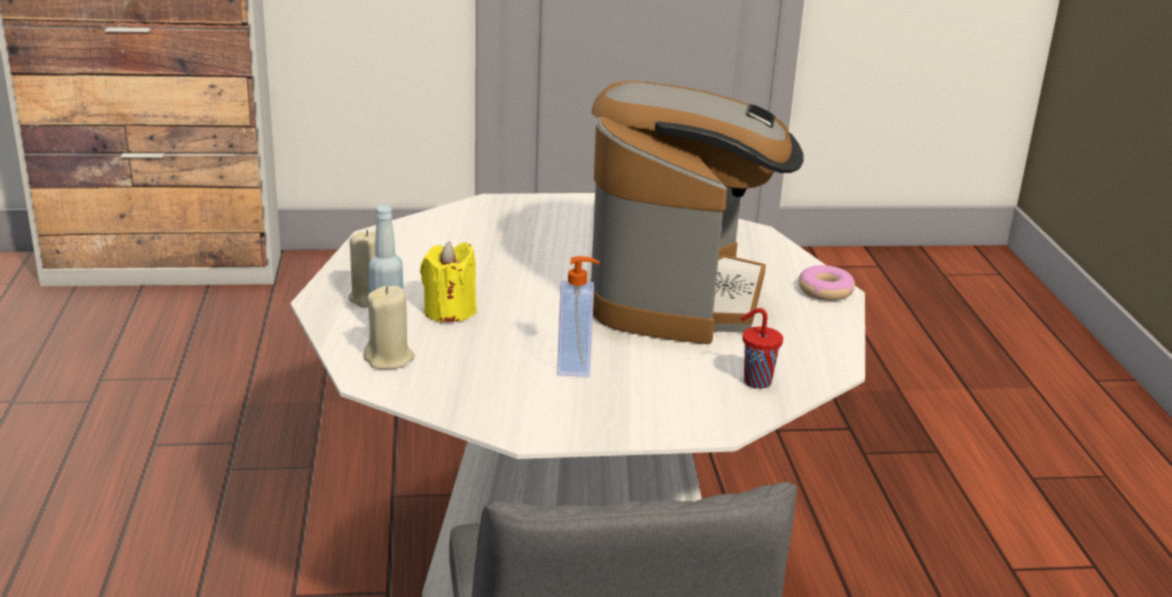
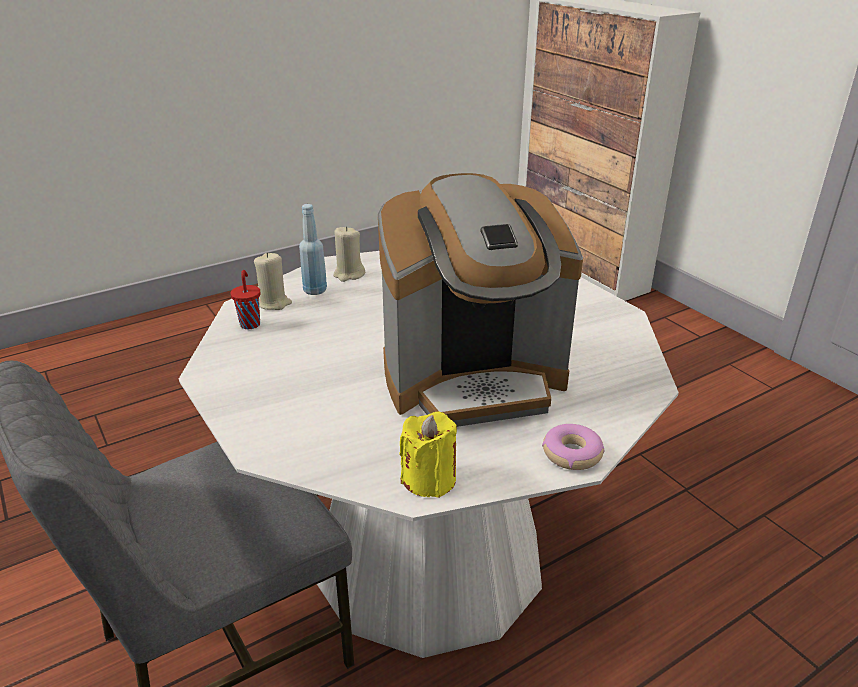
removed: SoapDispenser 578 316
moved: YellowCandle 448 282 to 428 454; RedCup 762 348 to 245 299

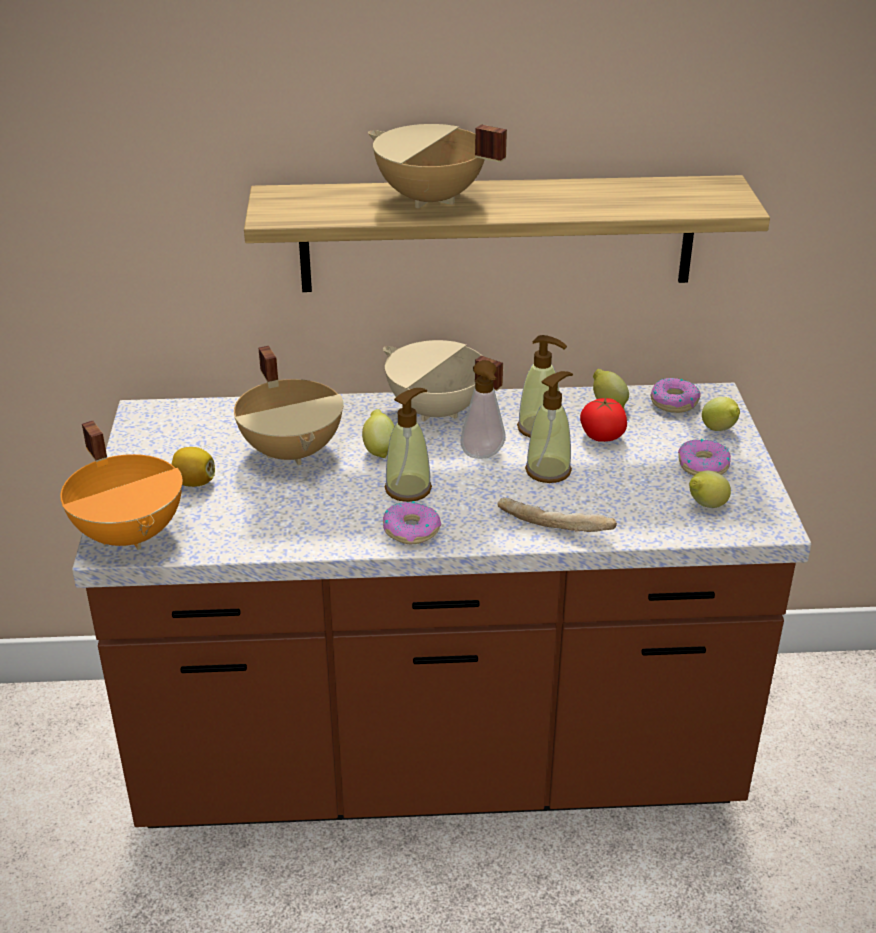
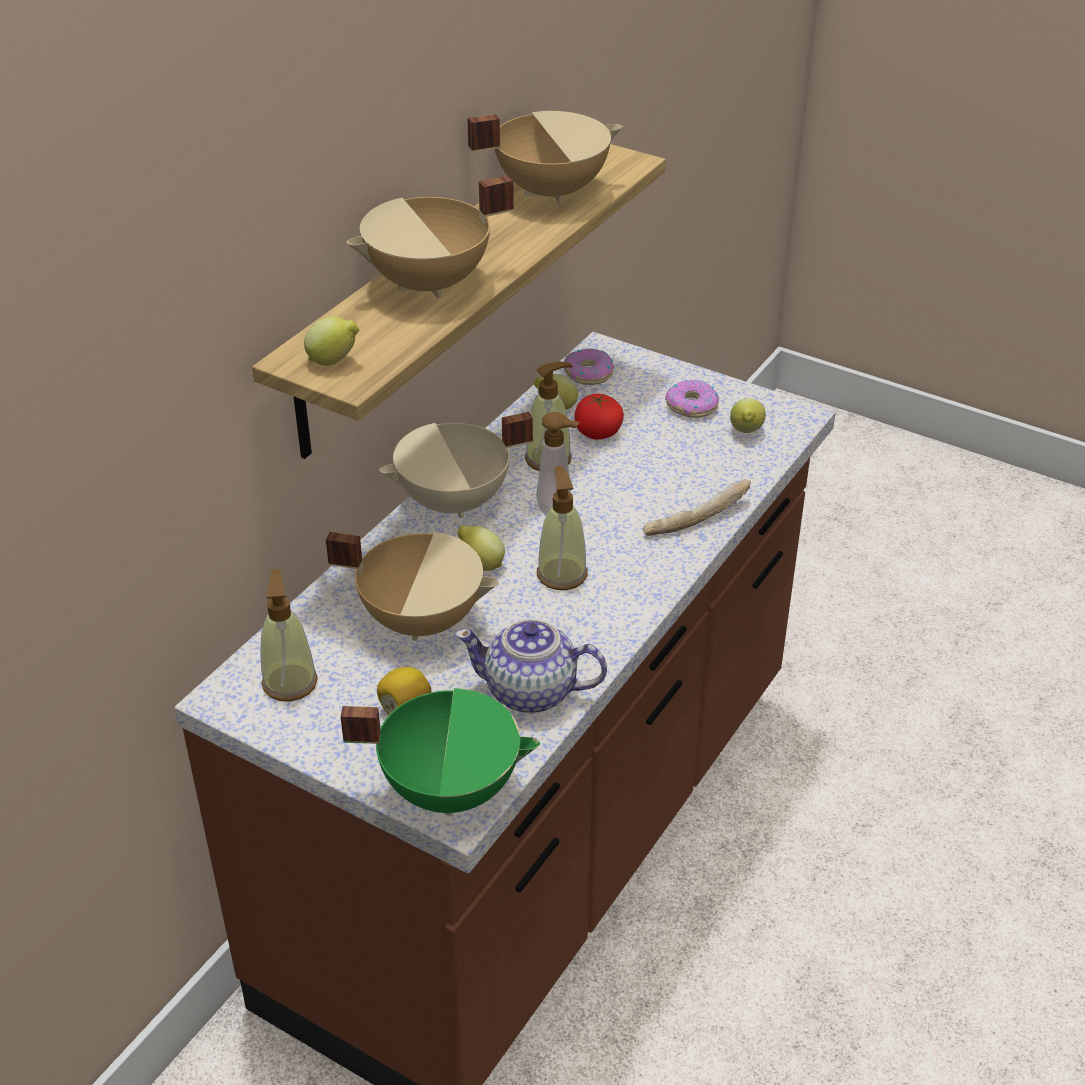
removed: Donut 412 522
added: Teapot 531 666; BeigeCookingPot 544 157
moved: SoapDispenser 549 427 to 289 635; Lemon 721 414 to 331 341
recoloured: OrangeCookingPot 121 485 to GreenCookingPot 440 751

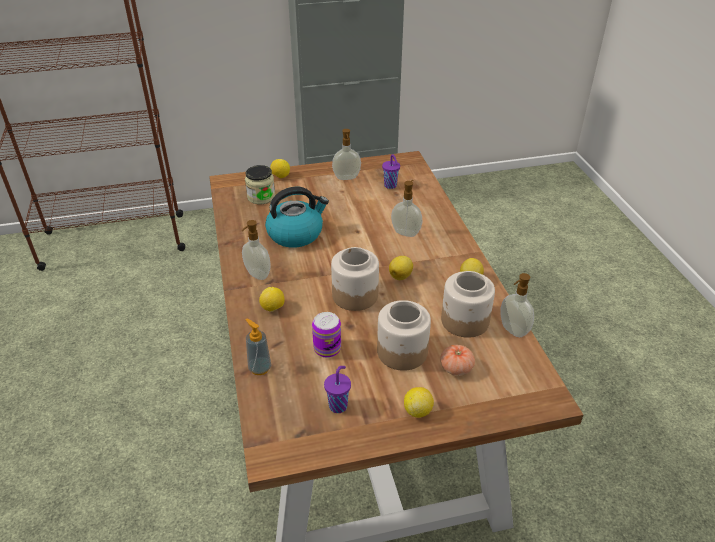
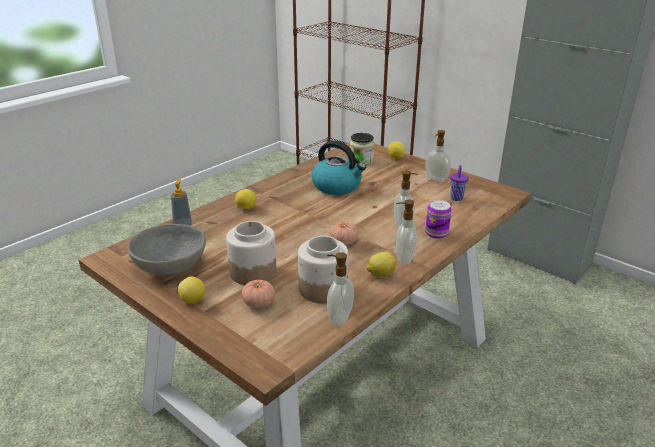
removed: Jar 355 279
moved: SoapDispenser 256 250 to 406 231; Can 326 335 to 438 219
replaced: PurpleCup 337 389 to GreyBowl 166 249; Lemon 401 268 to Tomato 344 233

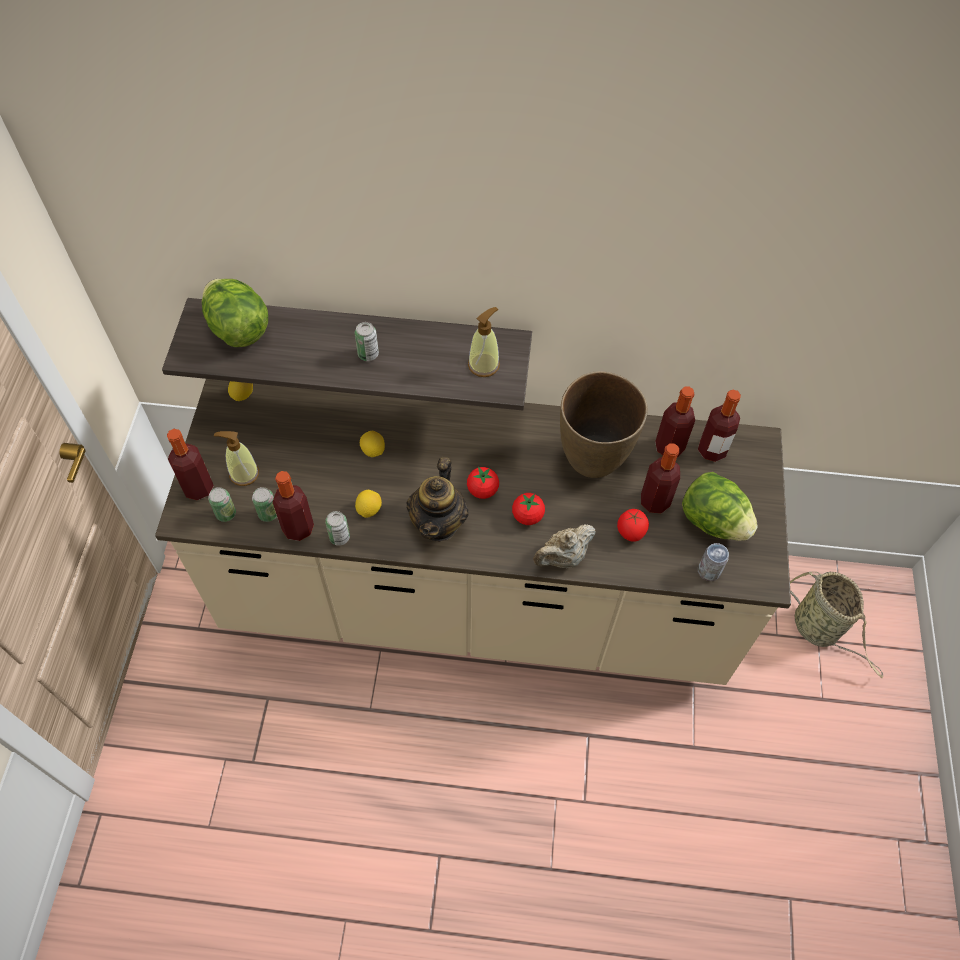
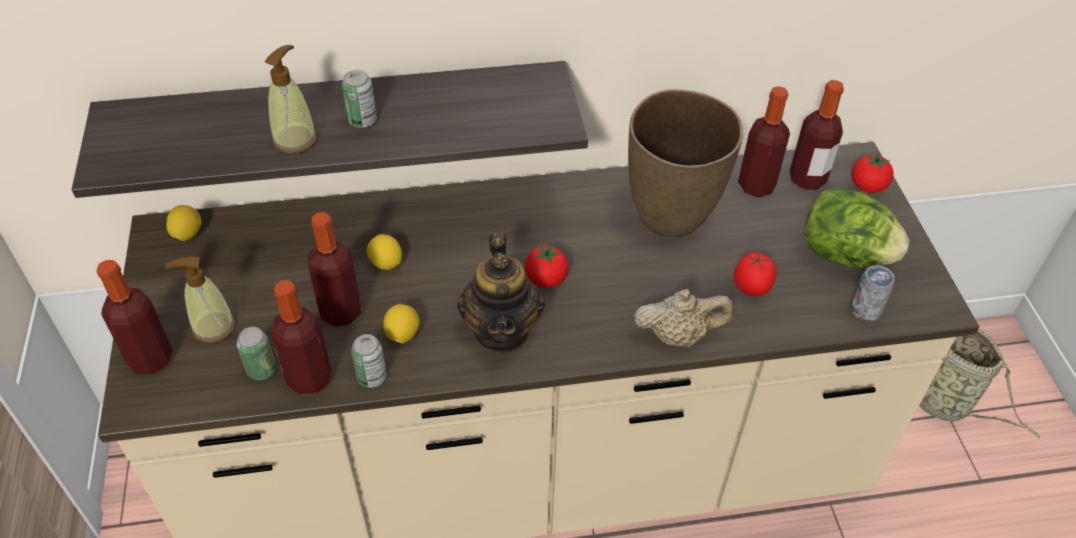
removed: Lettuce 235 313; Can 222 504
moved: SoapDispenser 484 342 to 291 99; Tomato 528 509 to 873 172; Bottle 660 478 to 335 269
turned: BeigeTeapot 564 546 = 684 318 135 degrees counterclockwise

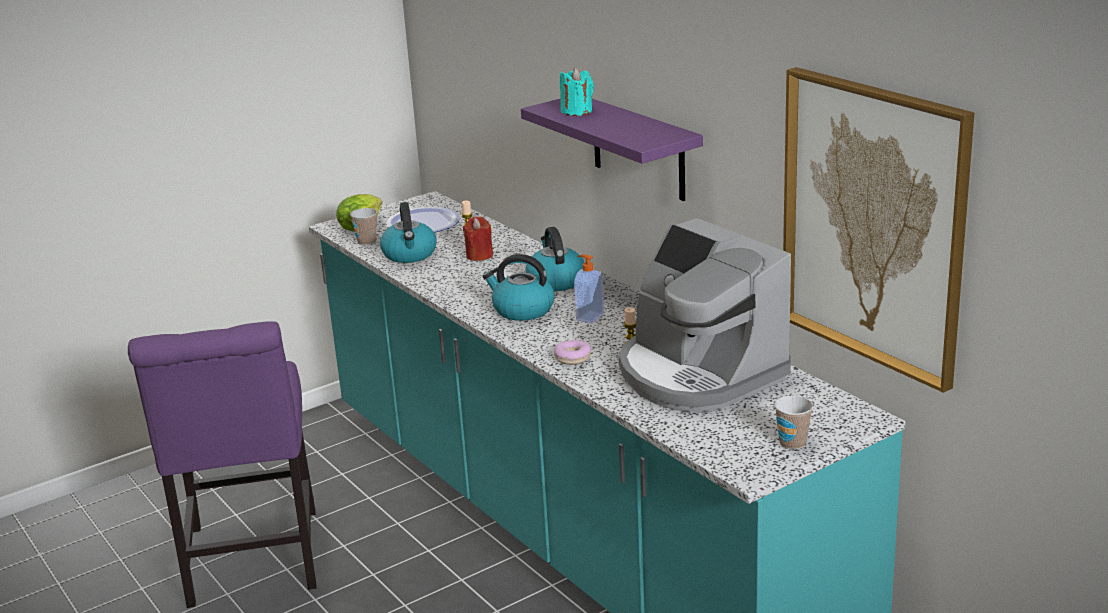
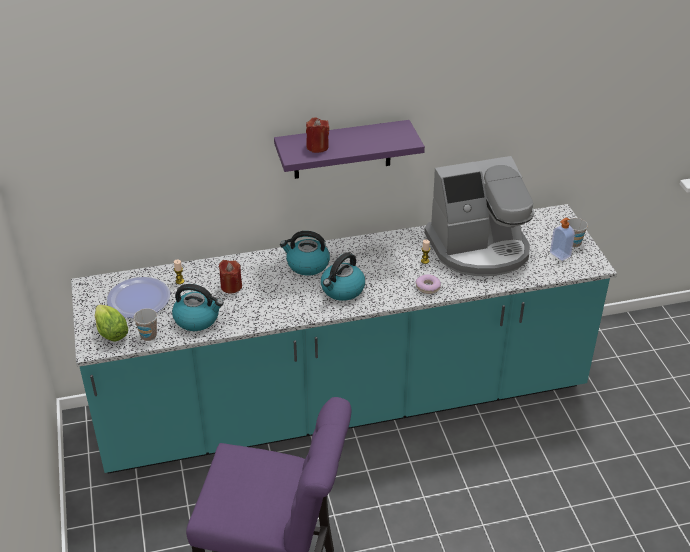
removed: Picture 878 230
moved: SoapDispenser 589 289 to 562 239
recoloured: TurquoiseCandle 577 92 to RedCandle 317 135

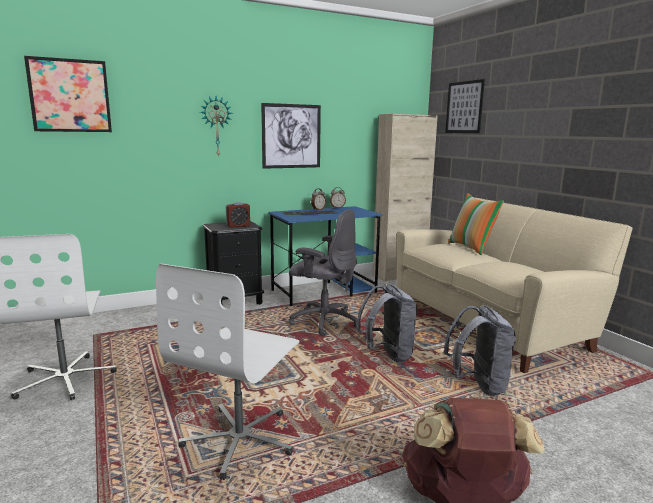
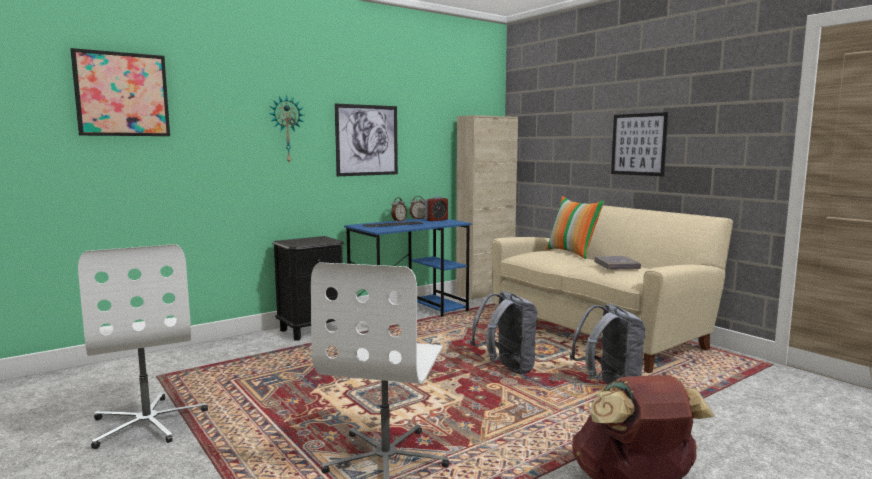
removed: GreyOfficeChair 323 272
added: GreyBook 617 263
moved: AlarmClock 238 215 to 436 208; Picture 465 106 to 639 144

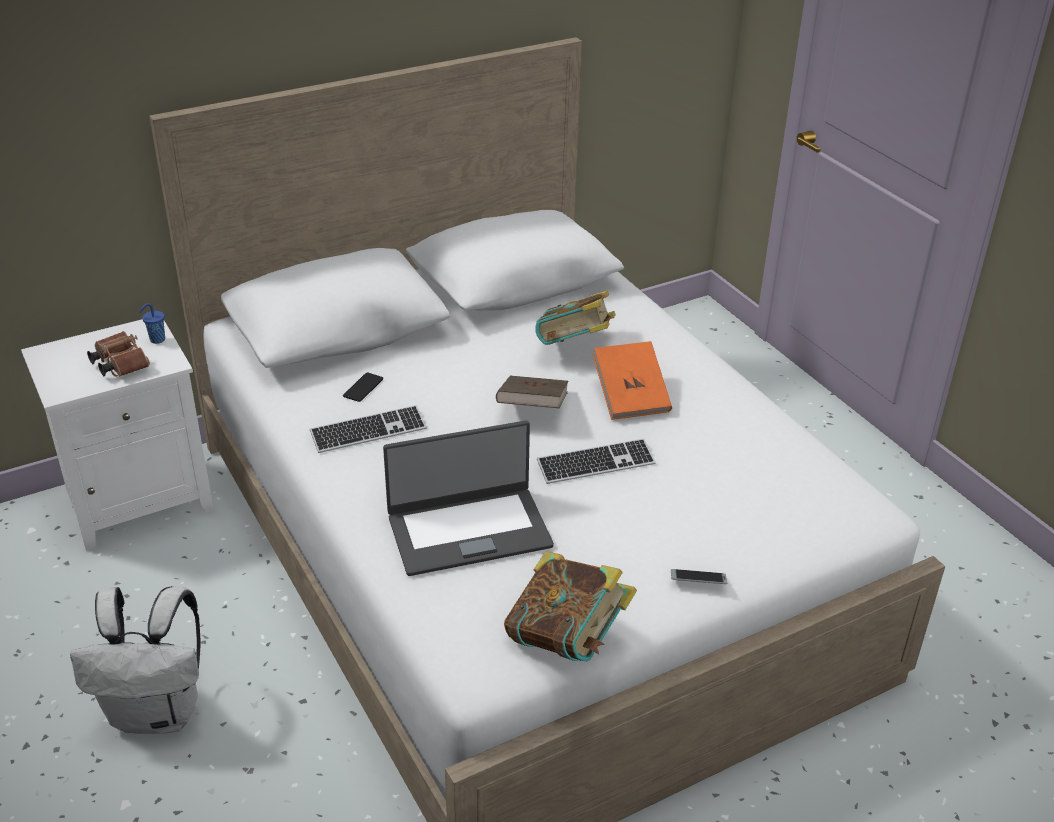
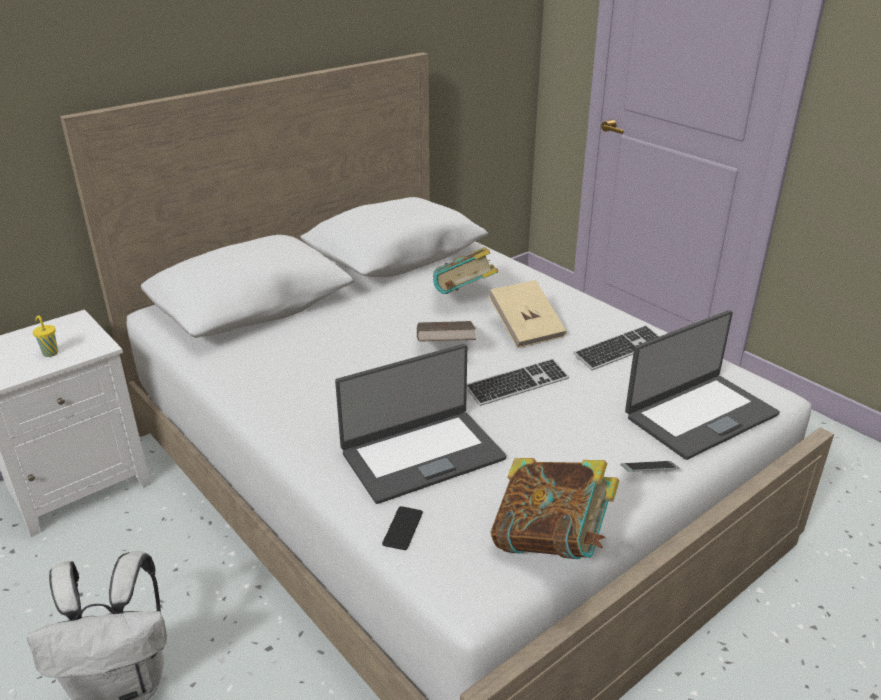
removed: BlueCup 152 323
added: Laptop 702 385
moved: Keyboard 368 429 to 616 347; Phone 363 387 to 402 528
replaced: BrownBinoculars 118 354 to YellowCup 45 336
recoloured: OrangeBook 632 380 to BeigeBook 527 314

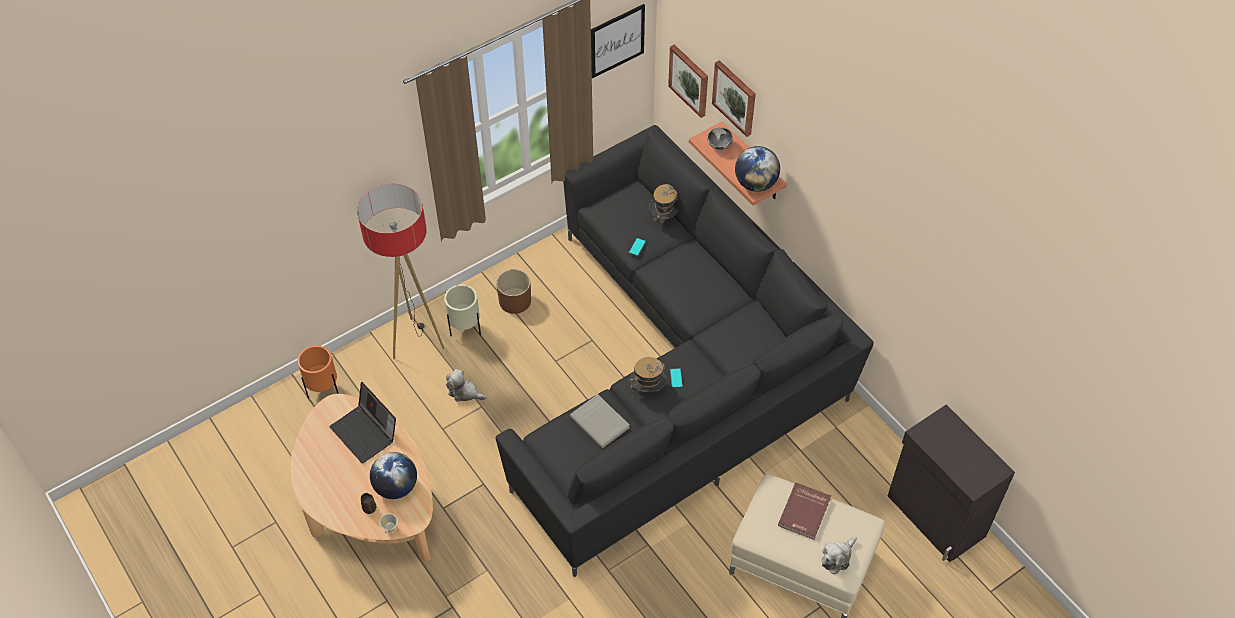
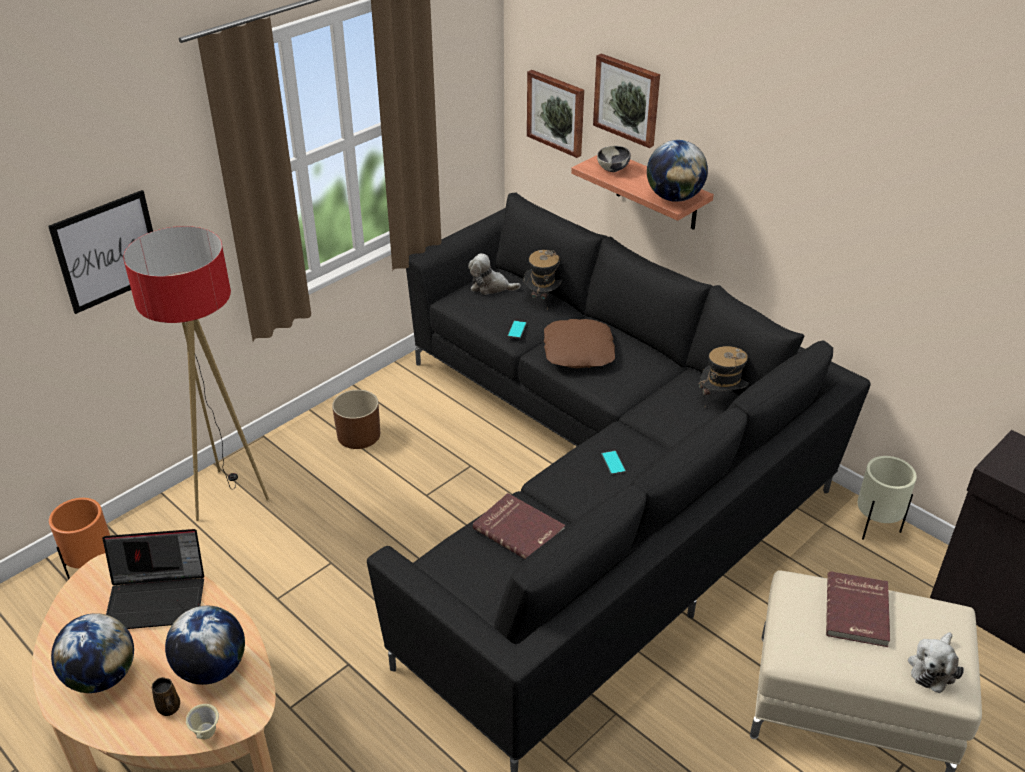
added: Globe 92 653; BrownPillow 579 343
moved: BeigePlanter 462 310 to 887 498; PlushToy 466 385 to 494 274; Picture 618 41 to 100 252; Hat 648 374 to 724 370
recoloured: GreyBook 600 421 to RedBook 519 526
turned: Laptop 362 423 = 153 579 45 degrees counterclockwise

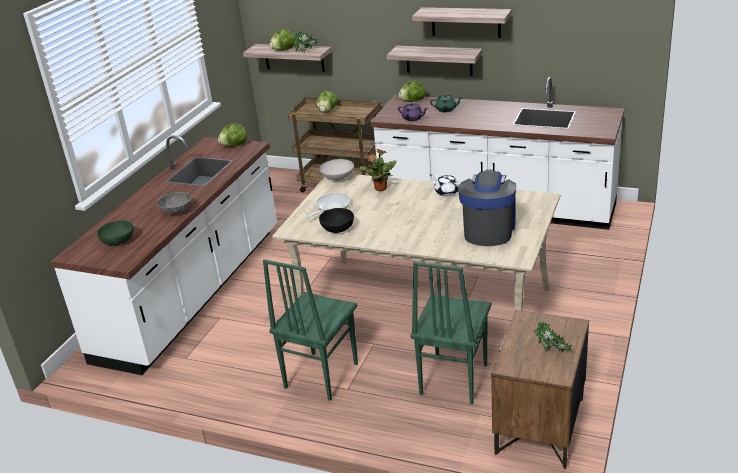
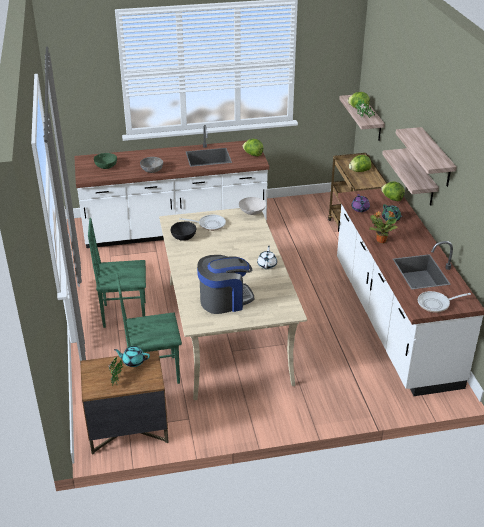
added: TurquoiseTeapot 132 356; FryingPan 444 302
moved: PottedPlant 378 170 to 383 227

